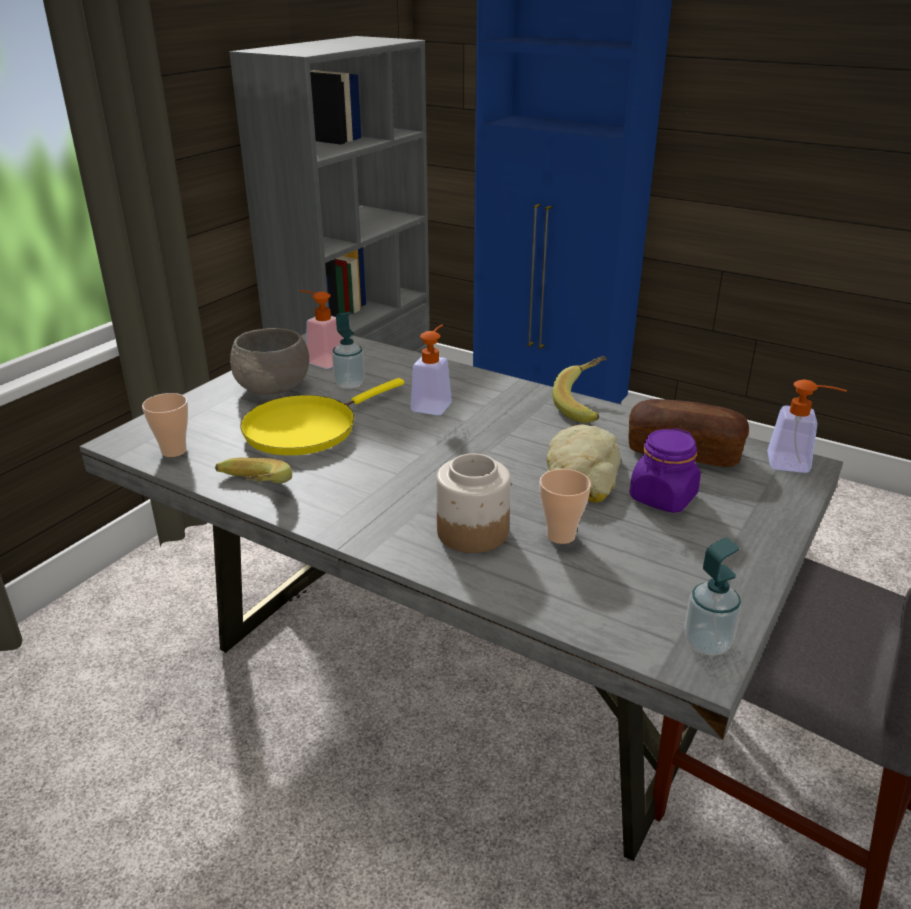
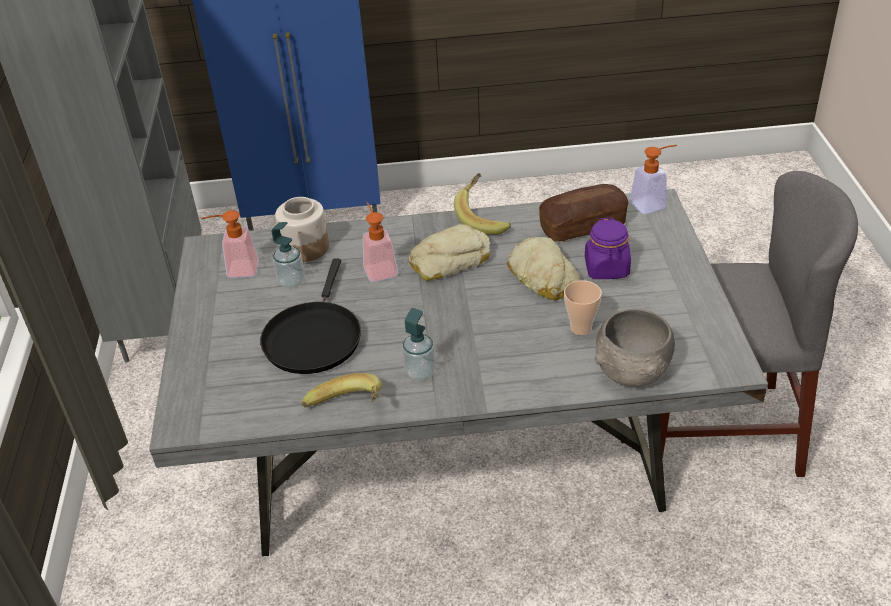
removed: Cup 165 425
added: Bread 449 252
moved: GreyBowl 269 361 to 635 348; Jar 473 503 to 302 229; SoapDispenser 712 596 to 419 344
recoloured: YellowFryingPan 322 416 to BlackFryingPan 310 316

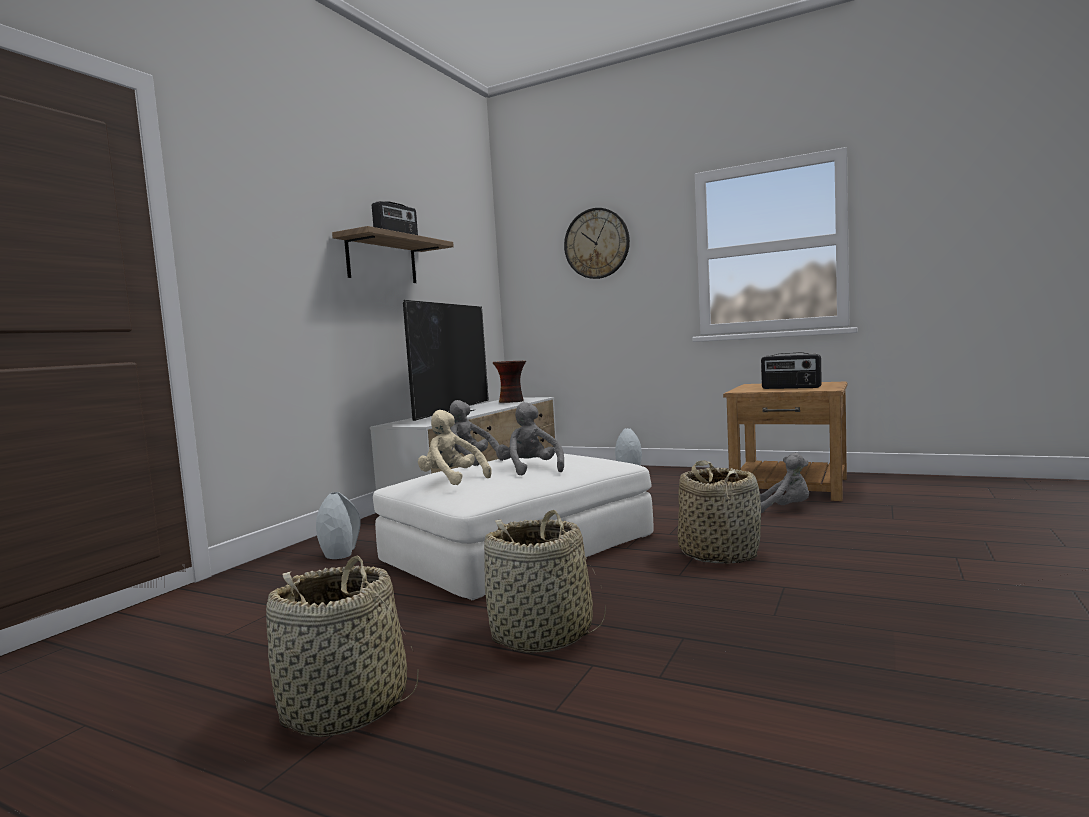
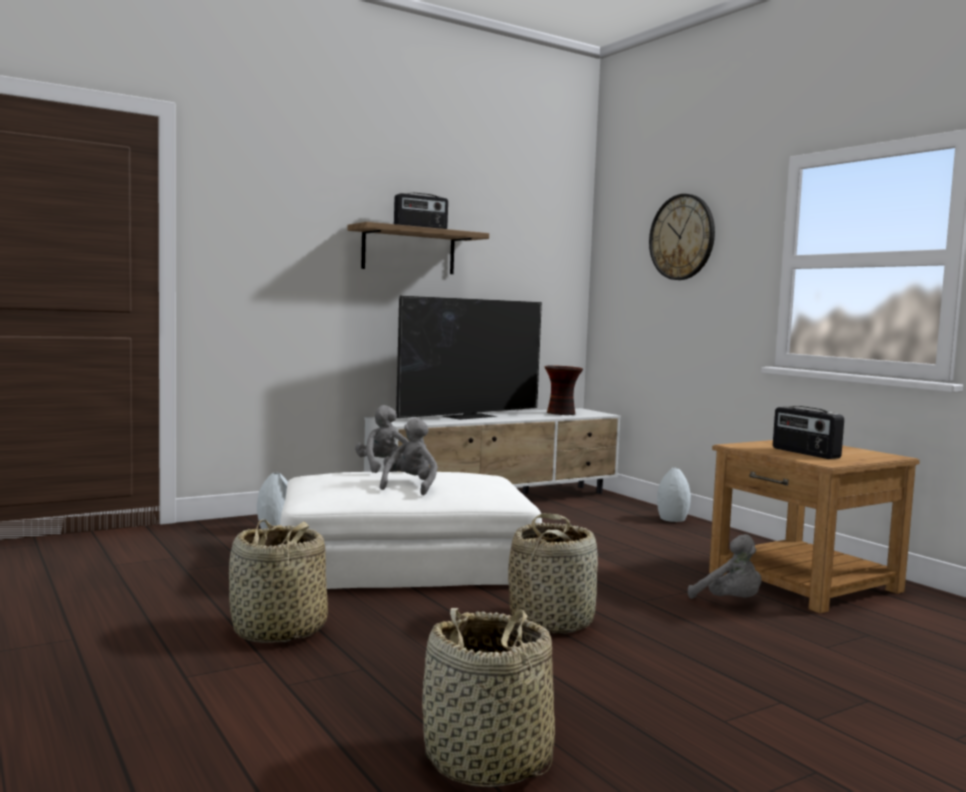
removed: BeigePlushToy 455 447
moved: Basket 342 646 to 488 697

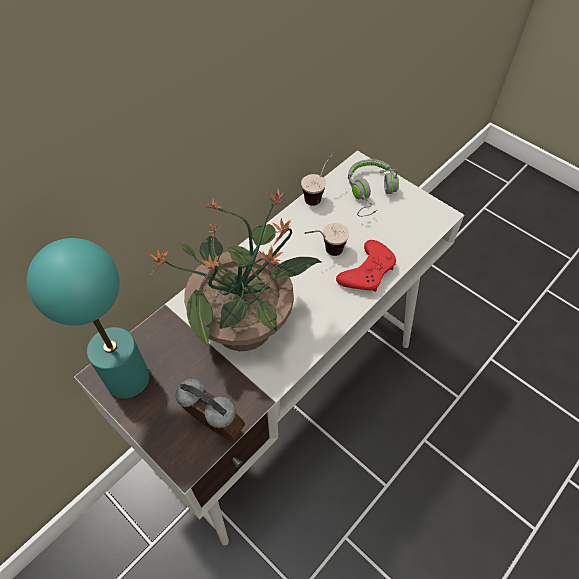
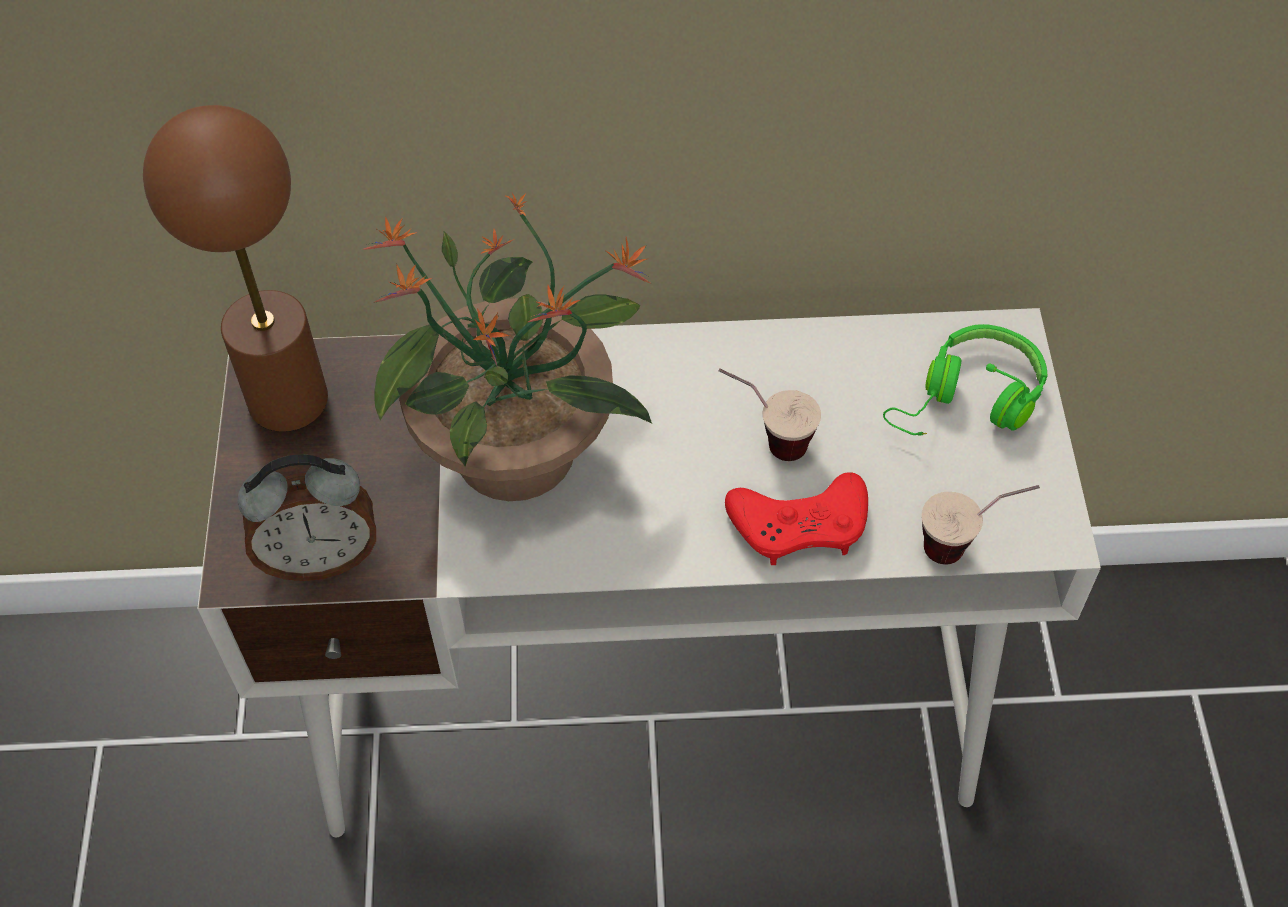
moved: Cup 318 179 to 981 524
recoloured: TurquoiseTableLamp 88 318 to BrownTableLamp 235 268; GreyHeadphones 373 188 to GreenHeadphones 965 379
turned: AlarmClock 210 409 = 307 518 90 degrees clockwise

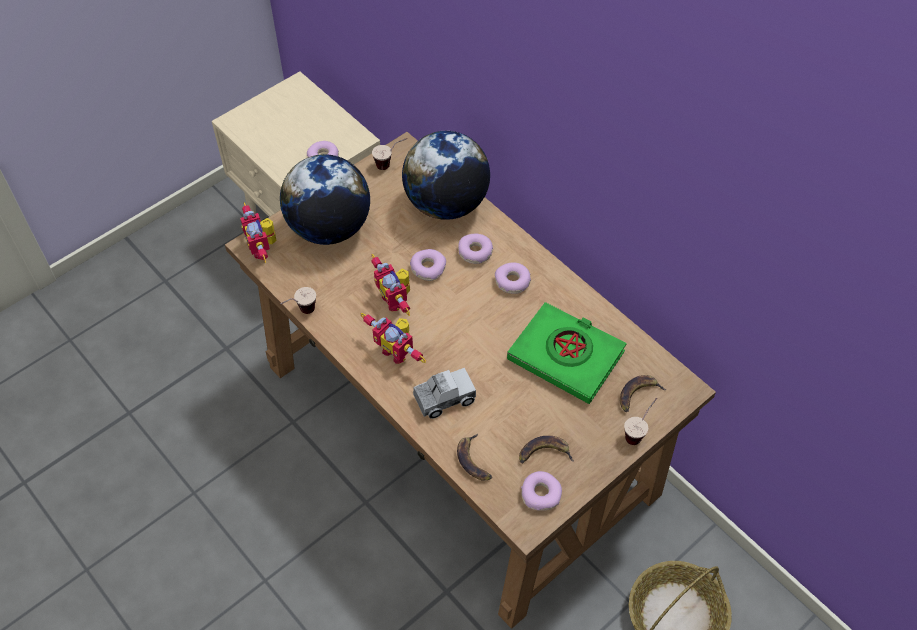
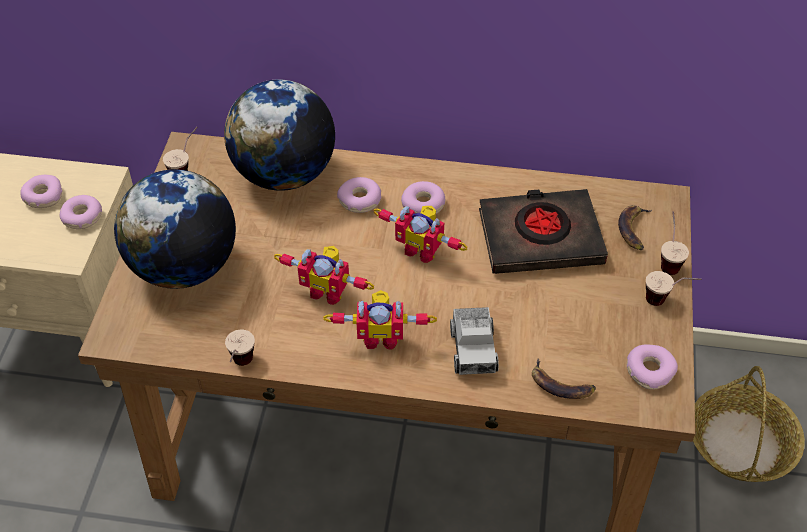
removed: Banana 546 449
added: Cup 673 288
moved: ToyRobot 258 232 to 420 234; Donut 428 265 to 41 191
recoloured: GreenBook 567 353 to BlackBook 543 231
turned: ToyTruck 444 393 = 474 341 150 degrees clockwise

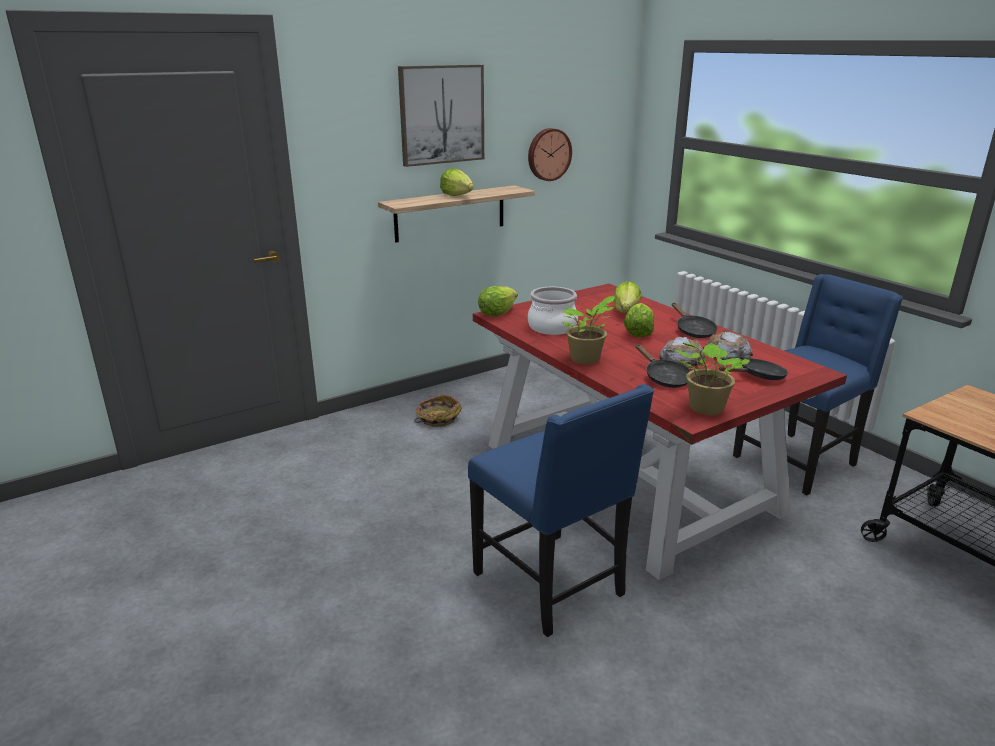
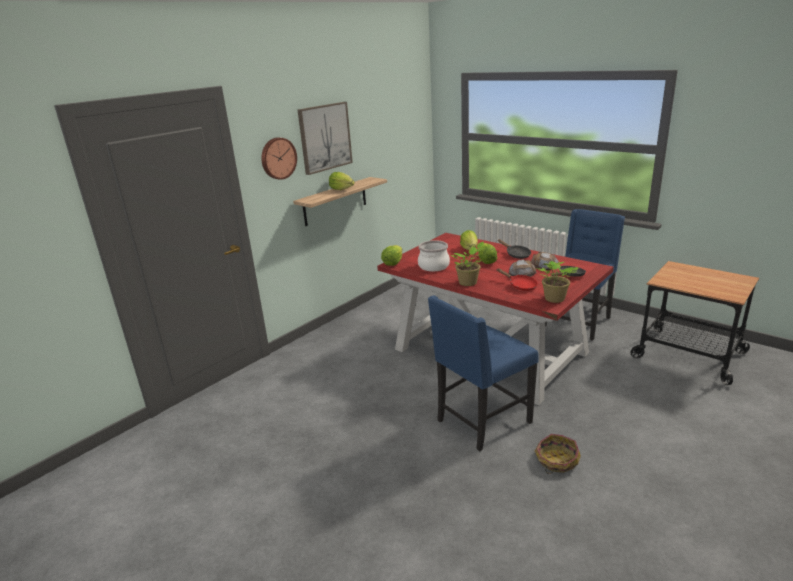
moved: Basket 438 410 to 558 454; WallClock 550 154 to 279 158
recoloured: BlackFryingPan 663 366 to RedFryingPan 517 279
turned: BlueChair 561 510 = 483 373 105 degrees clockwise

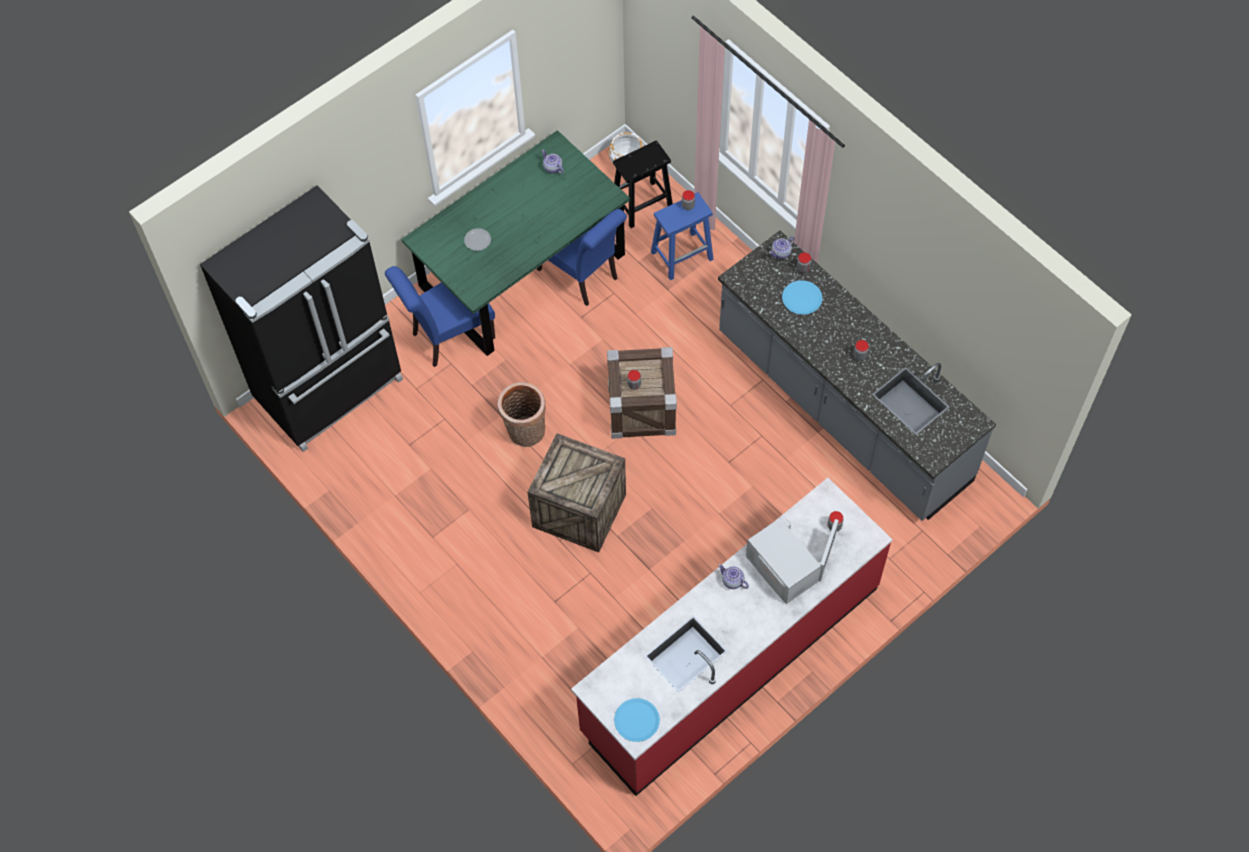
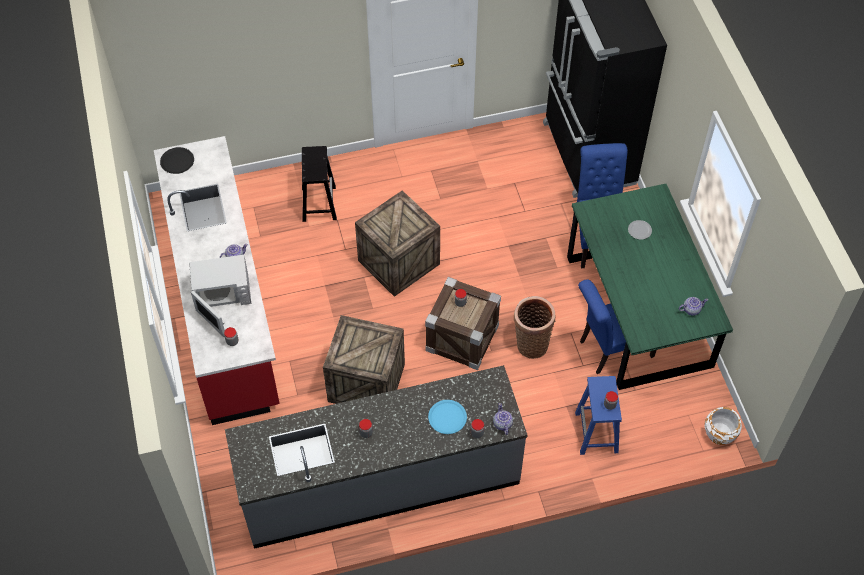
added: Crate 364 359
moved: Basket 521 414 to 534 327; BlackStool 643 184 to 319 184
recoloured: BluePlate 637 720 to BlackPlate 177 160

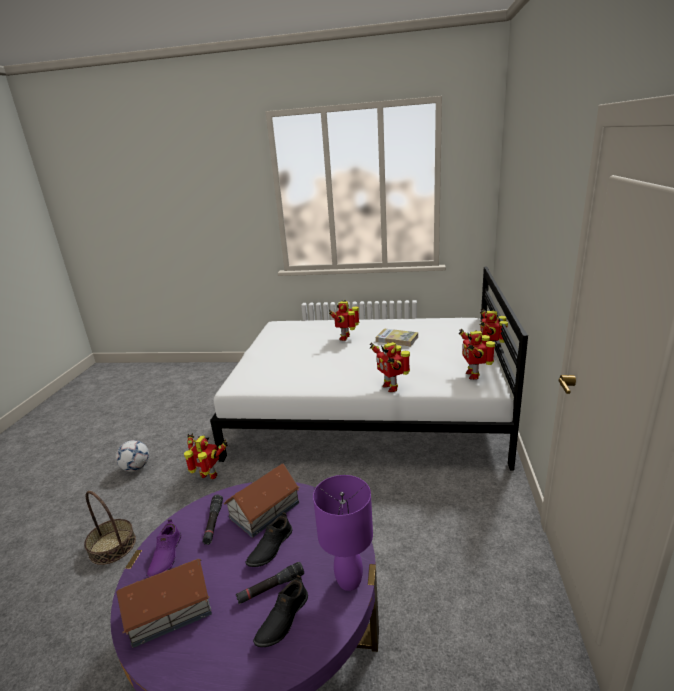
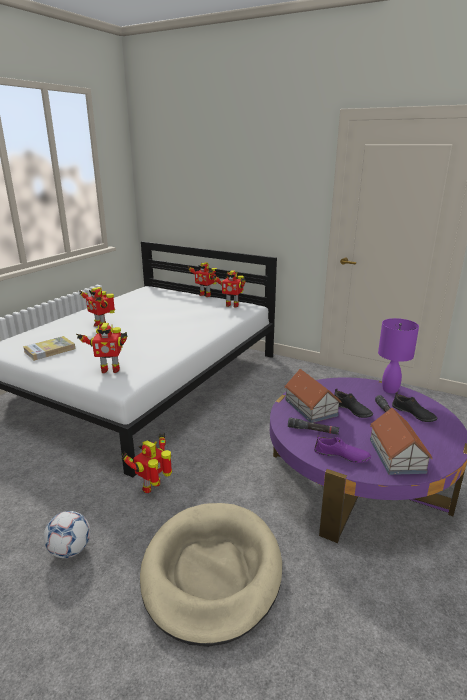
moved: ToyRobot 390 367 to 101 348; Book 397 337 to 49 348
replaced: Basket 110 528 to BeigeDogBed 211 575

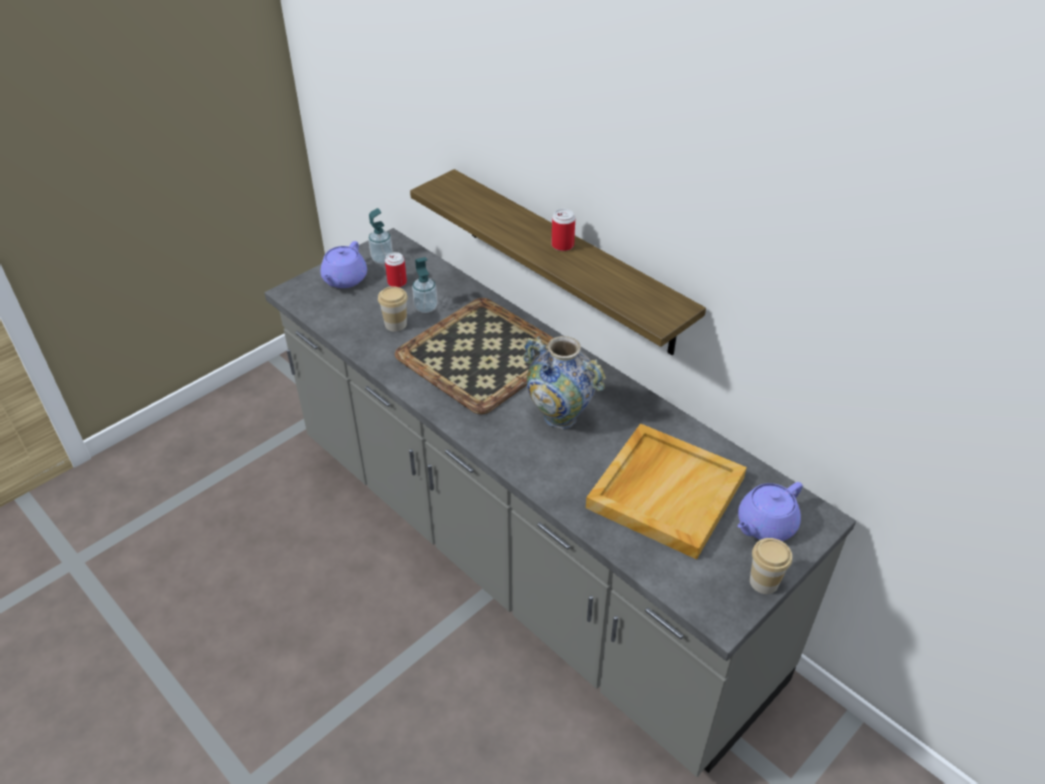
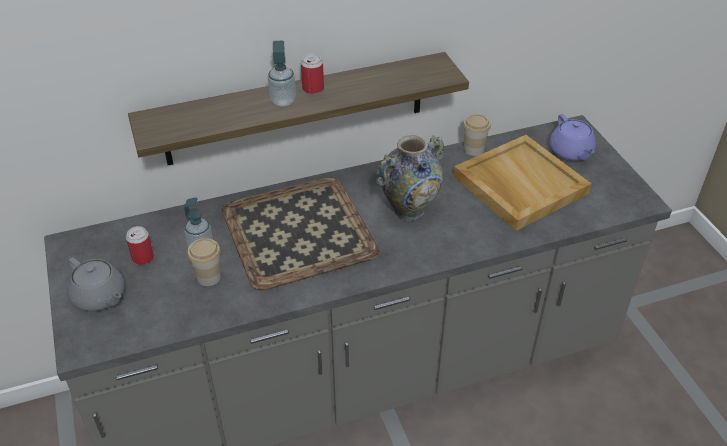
moved: SoapDispenser 380 236 to 282 74; Cup 771 566 to 477 135
recoloured: PurpleTeapot 343 264 to GreyTeapot 96 284

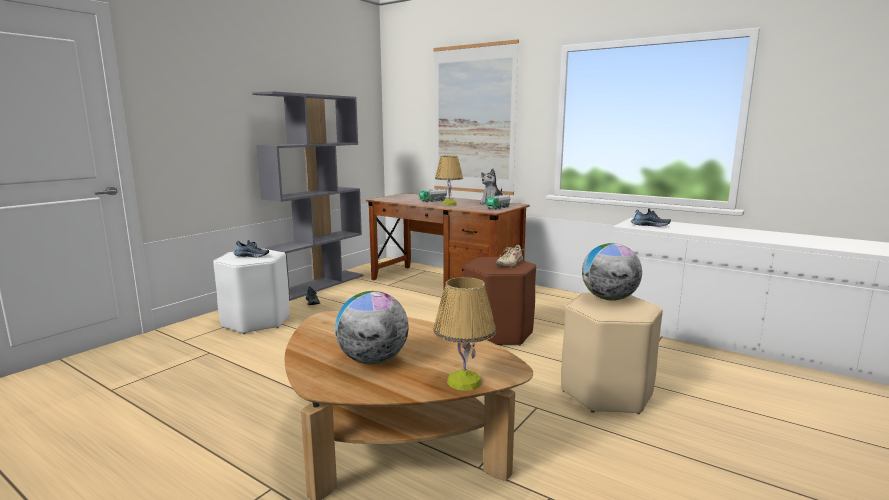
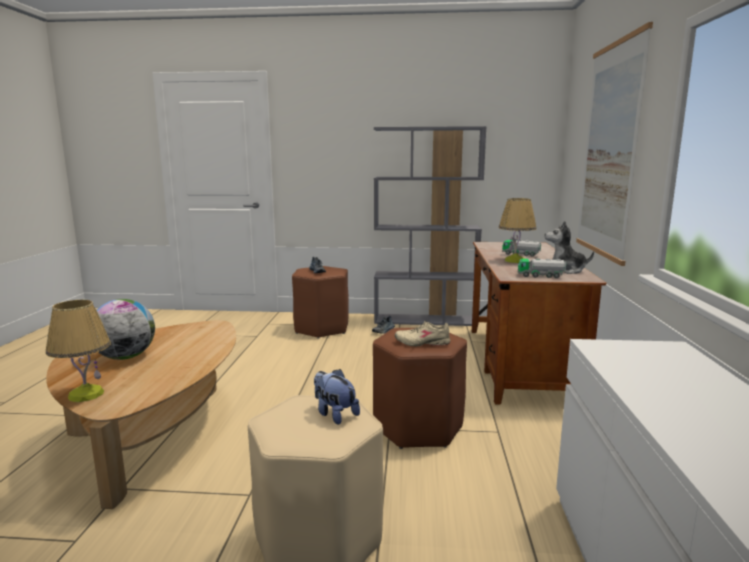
removed: Shoe 651 218
replaced: Globe 612 272 to PlushToy 337 397
recoloured: WhiteStool 251 291 to BrownStool 320 302

